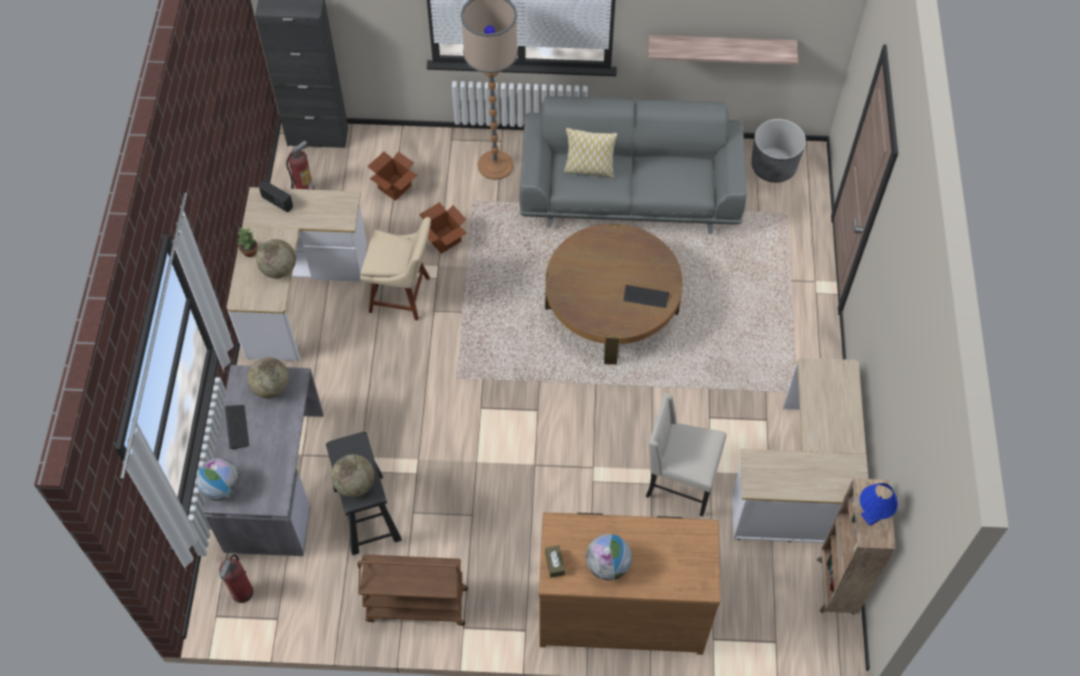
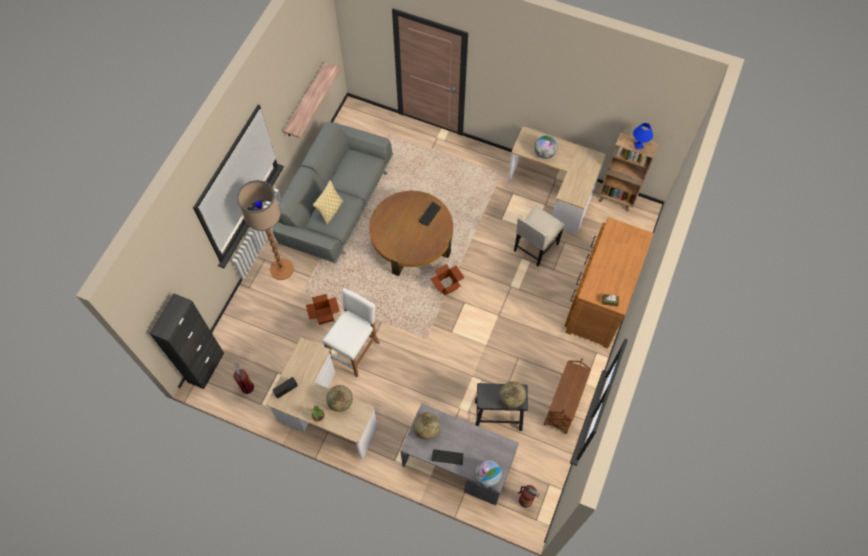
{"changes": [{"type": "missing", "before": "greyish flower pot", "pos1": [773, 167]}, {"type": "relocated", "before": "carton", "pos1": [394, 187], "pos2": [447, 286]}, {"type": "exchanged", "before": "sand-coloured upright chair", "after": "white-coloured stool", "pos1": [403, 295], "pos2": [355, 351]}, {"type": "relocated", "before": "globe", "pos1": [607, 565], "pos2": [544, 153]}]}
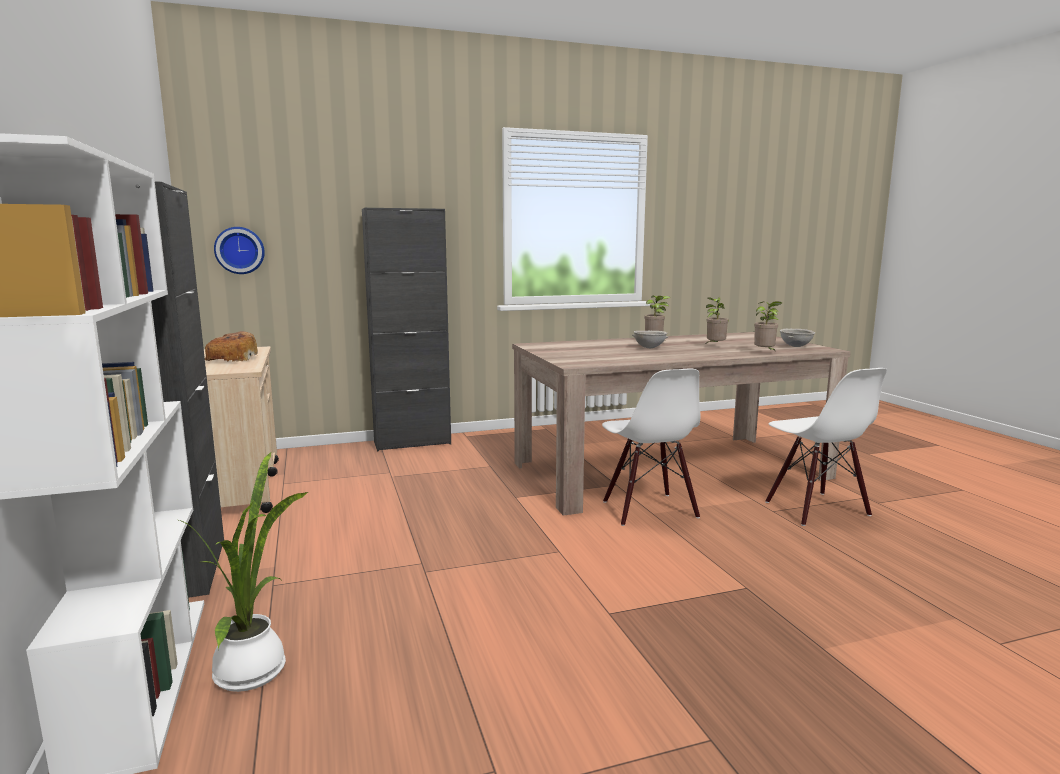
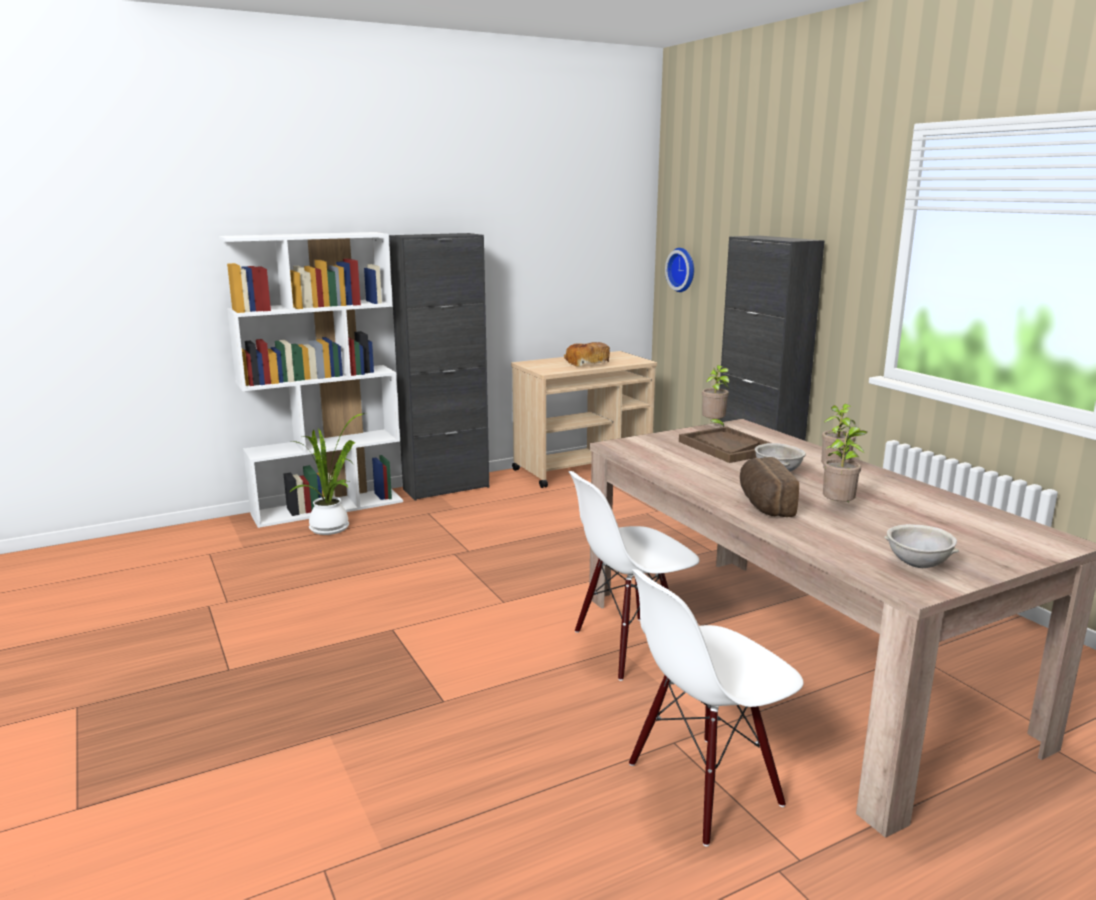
{"changes": [{"type": "relocated", "before": "plant in a pot", "pos1": [765, 353], "pos2": [714, 425]}, {"type": "appeared", "after": "brownish carrying tray", "pos2": [727, 447]}, {"type": "appeared", "after": "bakery bread", "pos2": [763, 504]}]}
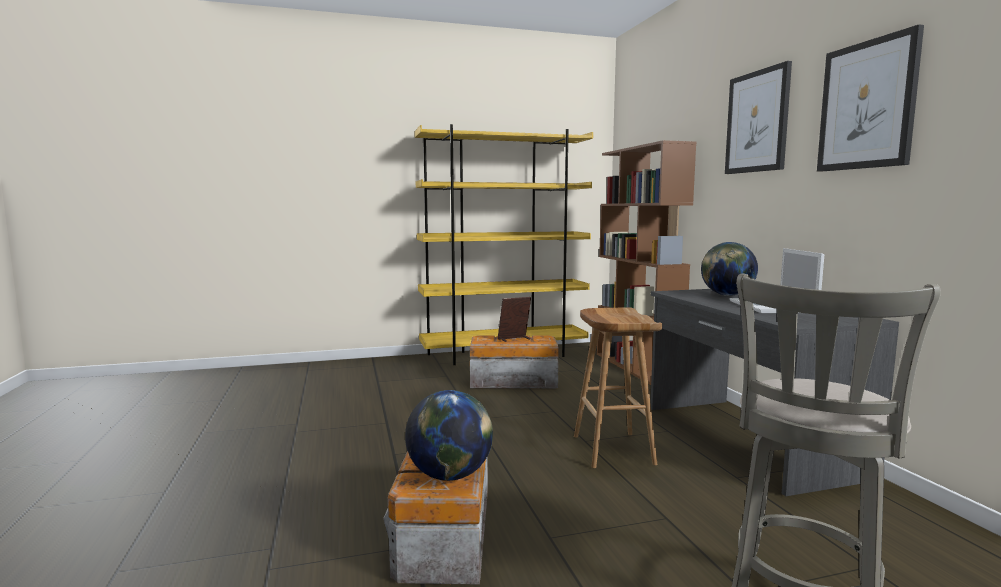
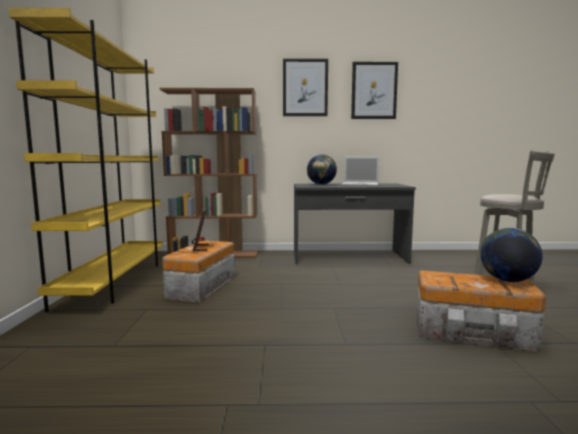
{"changes": [{"type": "missing", "before": "brownish stool", "pos1": [611, 449]}]}
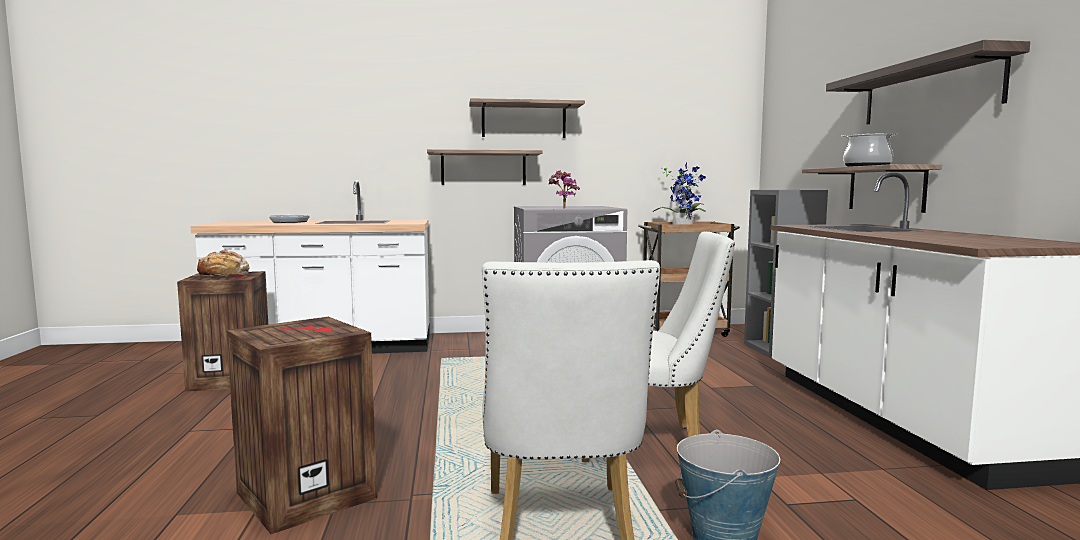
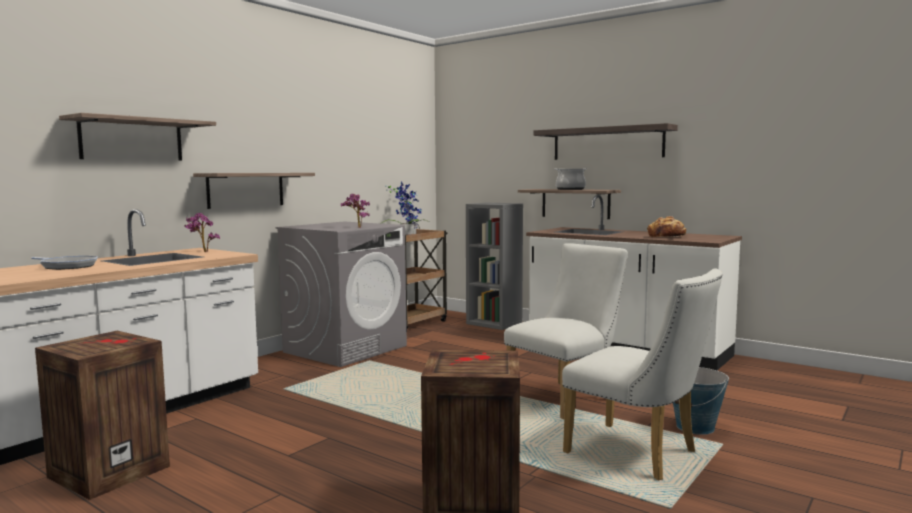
{"changes": [{"type": "relocated", "before": "wall shelf", "pos1": [523, 120], "pos2": [132, 140]}, {"type": "relocated", "before": "bakery bread", "pos1": [223, 276], "pos2": [667, 237]}, {"type": "appeared", "after": "plant in a pot", "pos2": [202, 252]}]}
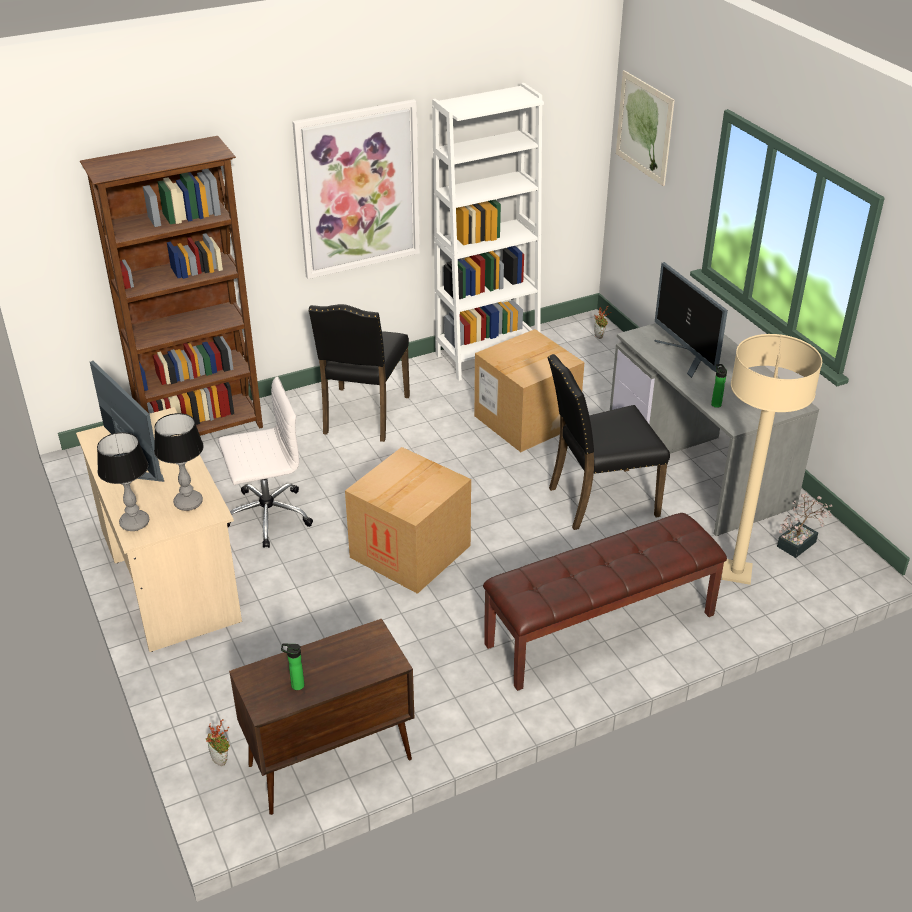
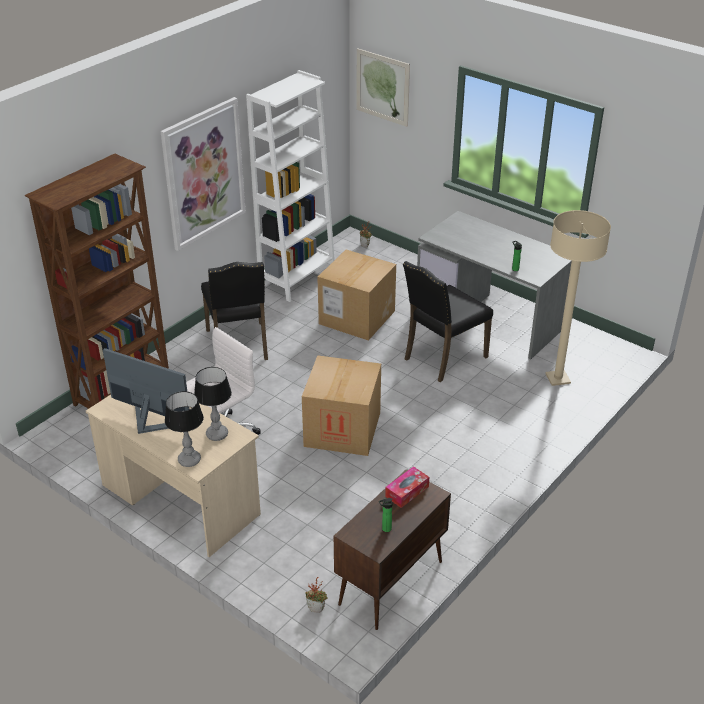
{"changes": [{"type": "missing", "before": "computer display", "pos1": [686, 357]}, {"type": "missing", "before": "plant in a pot", "pos1": [799, 542]}, {"type": "missing", "before": "brownish indoor bench", "pos1": [601, 630]}, {"type": "appeared", "after": "tissue holder", "pos2": [407, 491]}]}
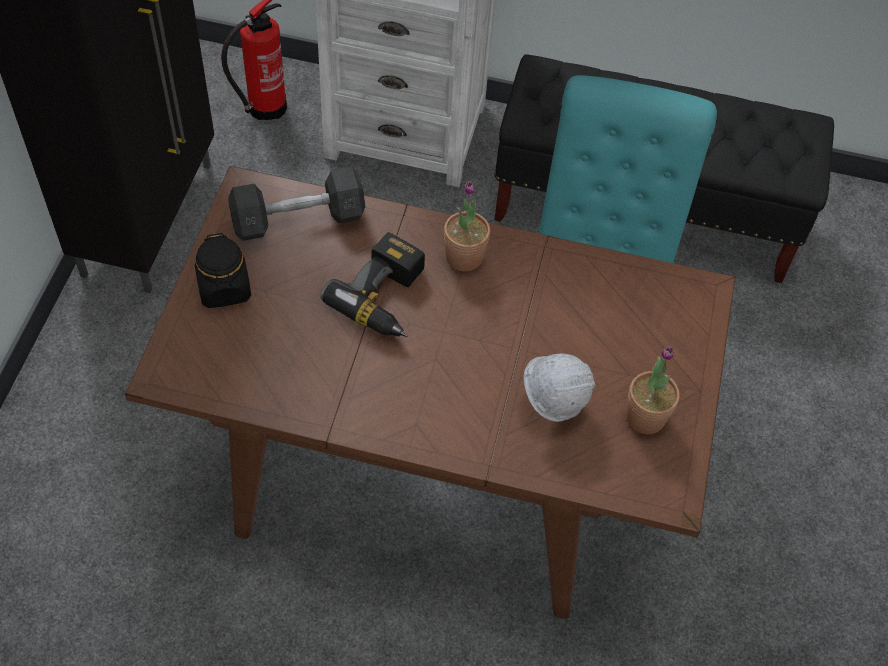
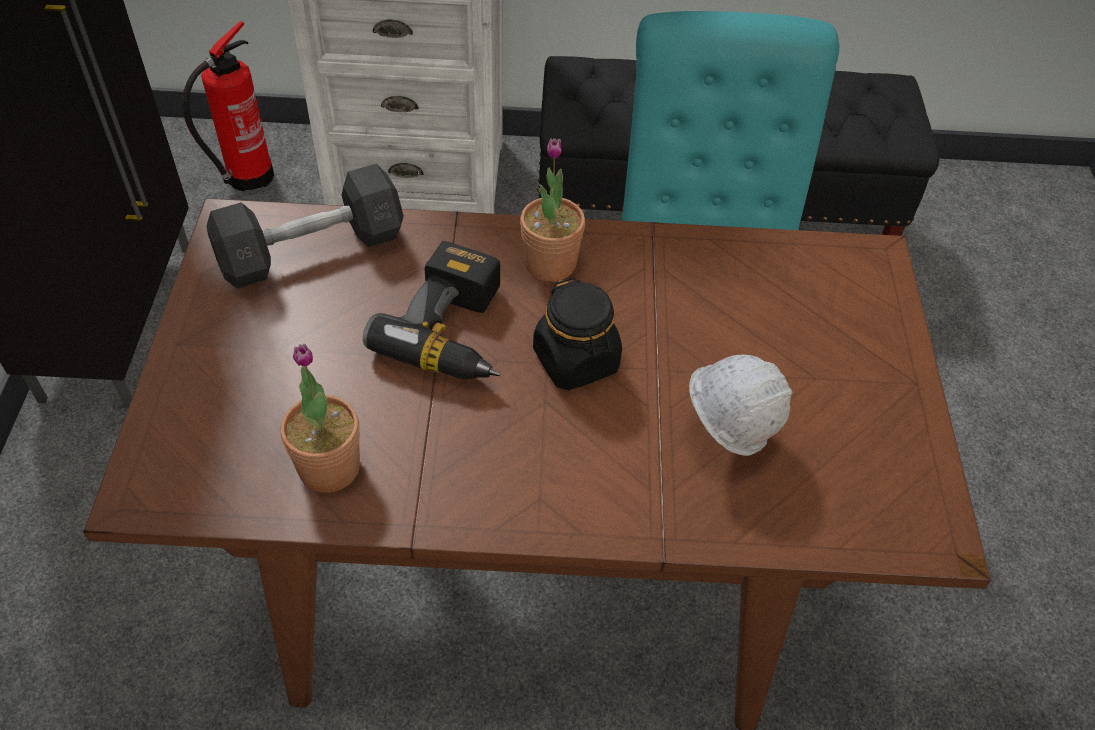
{"changes": [{"type": "relocated", "before": "blackish jar", "pos1": [224, 288], "pos2": [576, 361]}, {"type": "relocated", "before": "plant in a pot", "pos1": [645, 417], "pos2": [329, 467]}]}
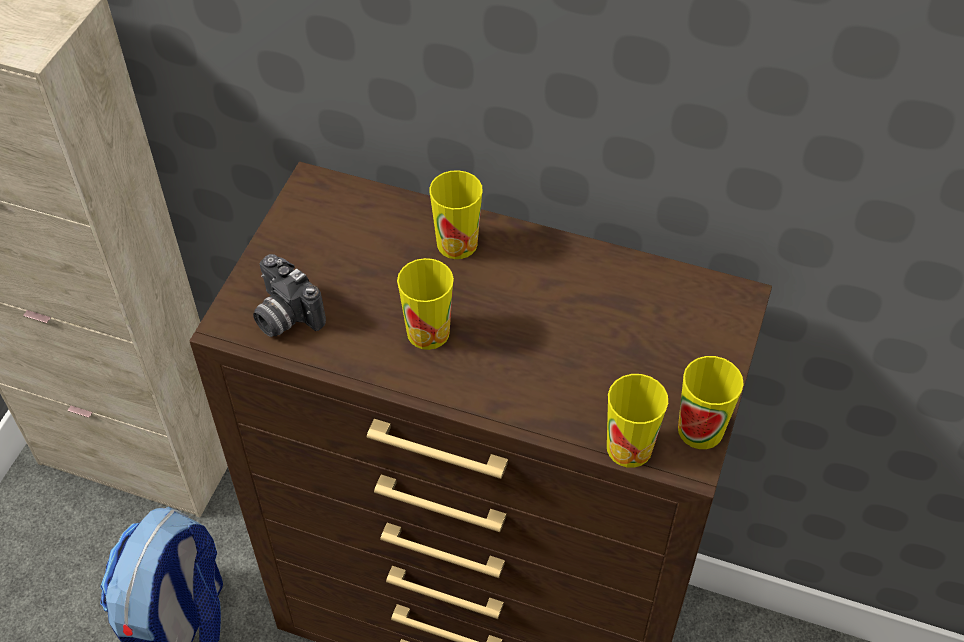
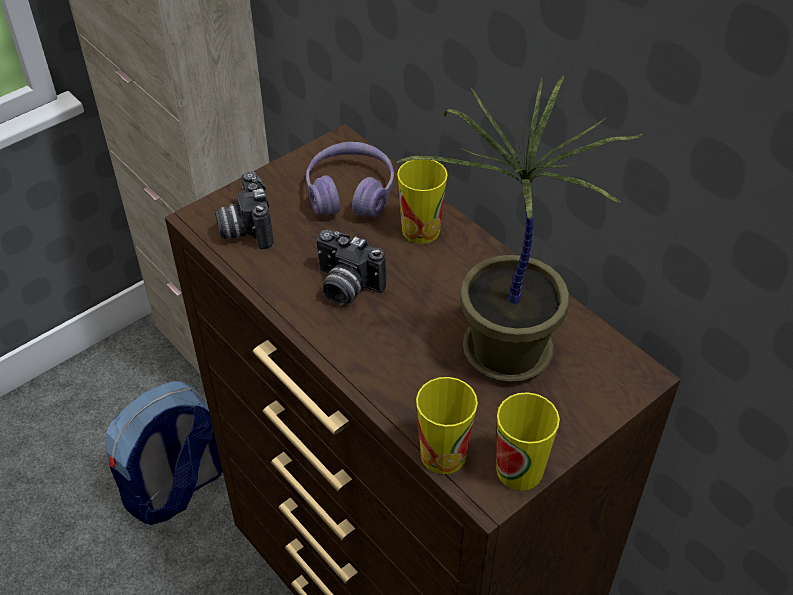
{"changes": [{"type": "exchanged", "before": "cup", "after": "still camera", "pos1": [428, 332], "pos2": [345, 287]}, {"type": "appeared", "after": "plant in a pot", "pos2": [503, 351]}, {"type": "appeared", "after": "purple headset", "pos2": [350, 193]}]}
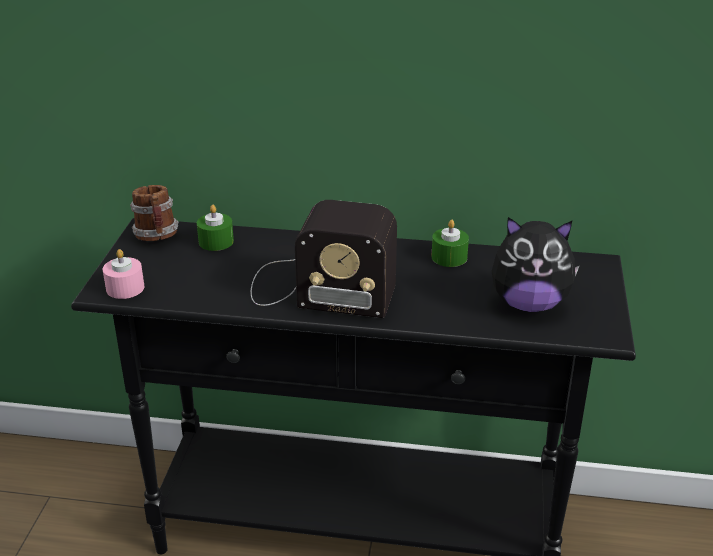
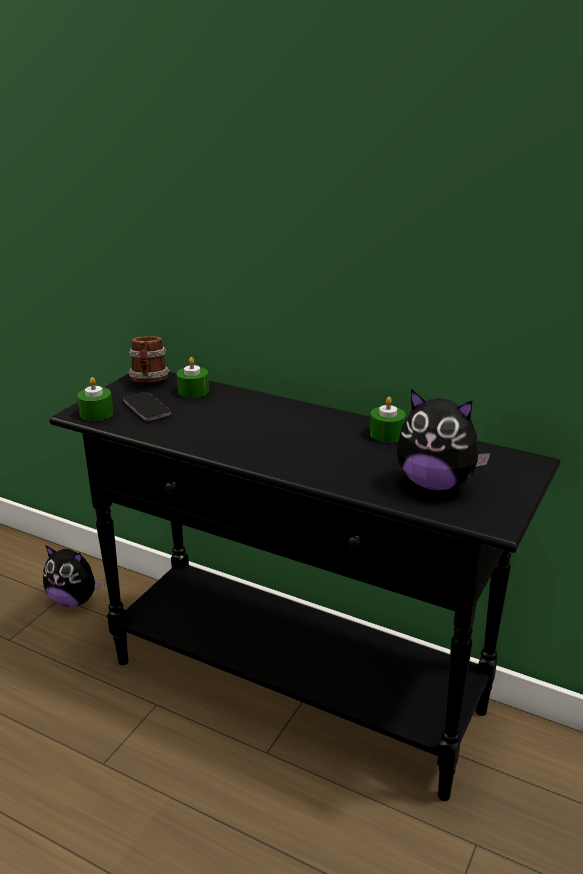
{"changes": [{"type": "missing", "before": "radio set", "pos1": [316, 288]}, {"type": "colour", "before": "pink-coloured wax candle", "after": "green wax candle", "pos1": [125, 288], "pos2": [96, 413]}, {"type": "appeared", "after": "telephone", "pos2": [147, 409]}, {"type": "appeared", "after": "cuddly toy", "pos2": [74, 600]}]}
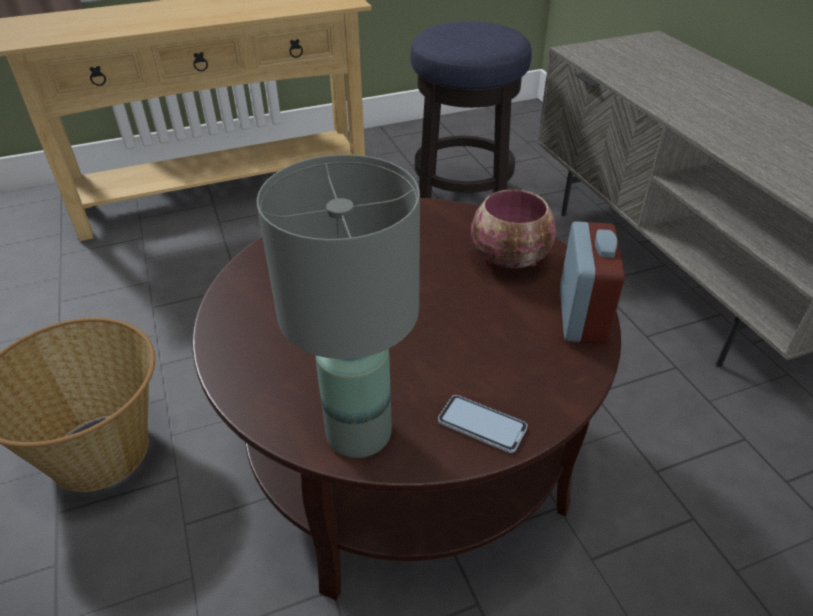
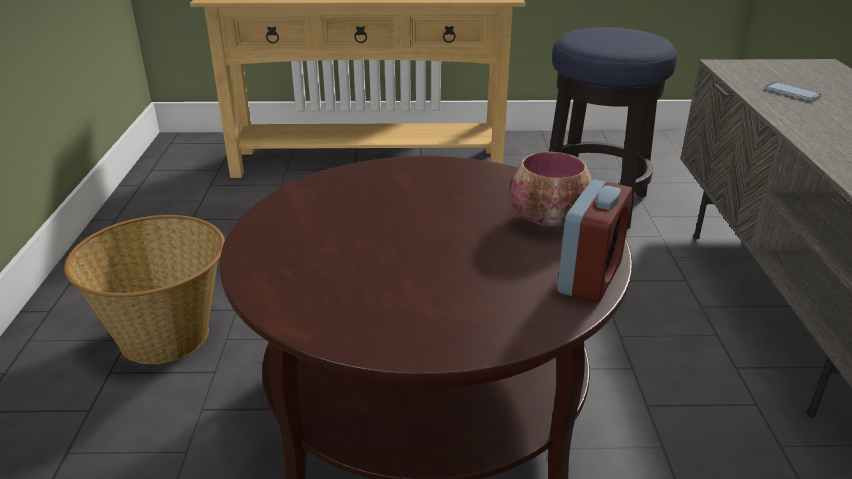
{"changes": [{"type": "missing", "before": "greyish lamp for a table", "pos1": [360, 433]}, {"type": "relocated", "before": "telephone", "pos1": [482, 425], "pos2": [792, 92]}]}
